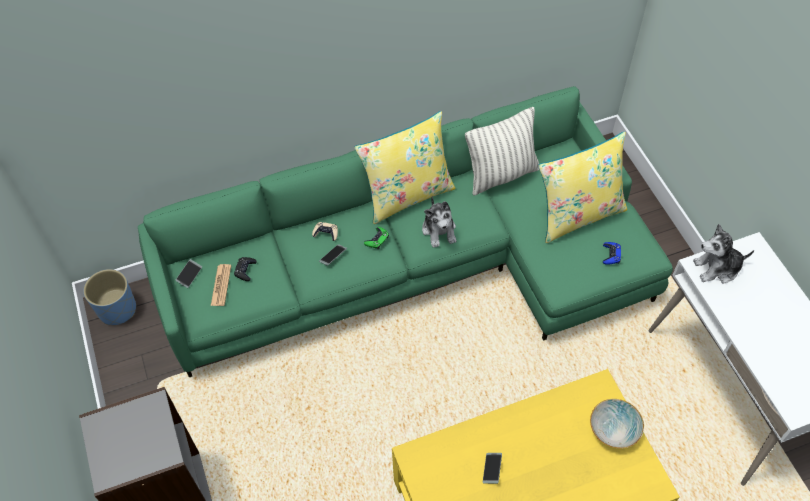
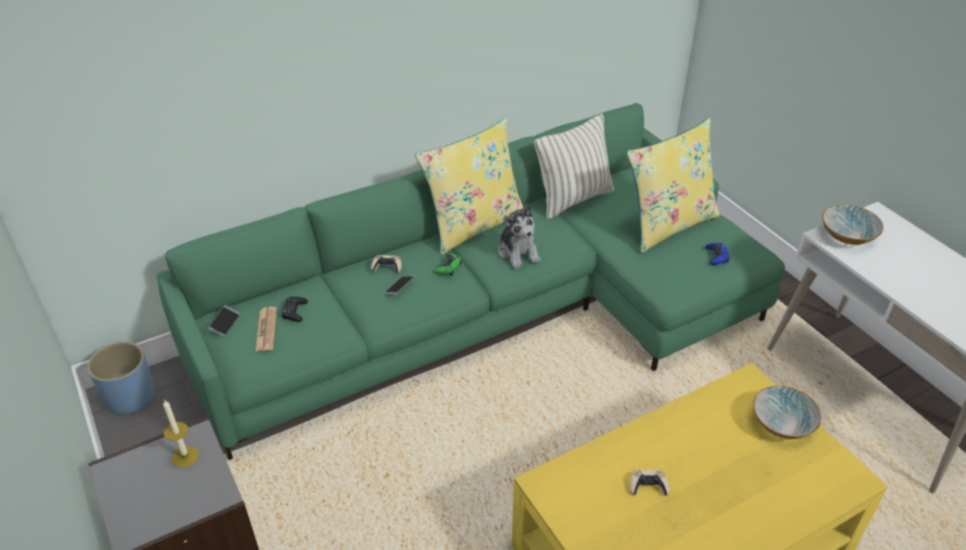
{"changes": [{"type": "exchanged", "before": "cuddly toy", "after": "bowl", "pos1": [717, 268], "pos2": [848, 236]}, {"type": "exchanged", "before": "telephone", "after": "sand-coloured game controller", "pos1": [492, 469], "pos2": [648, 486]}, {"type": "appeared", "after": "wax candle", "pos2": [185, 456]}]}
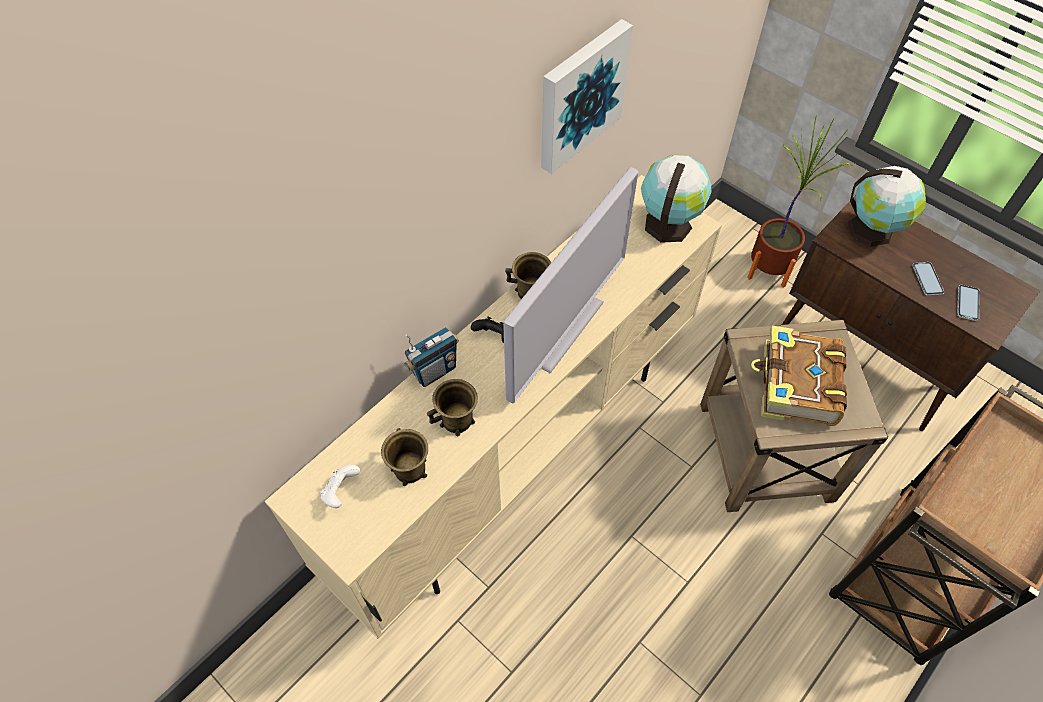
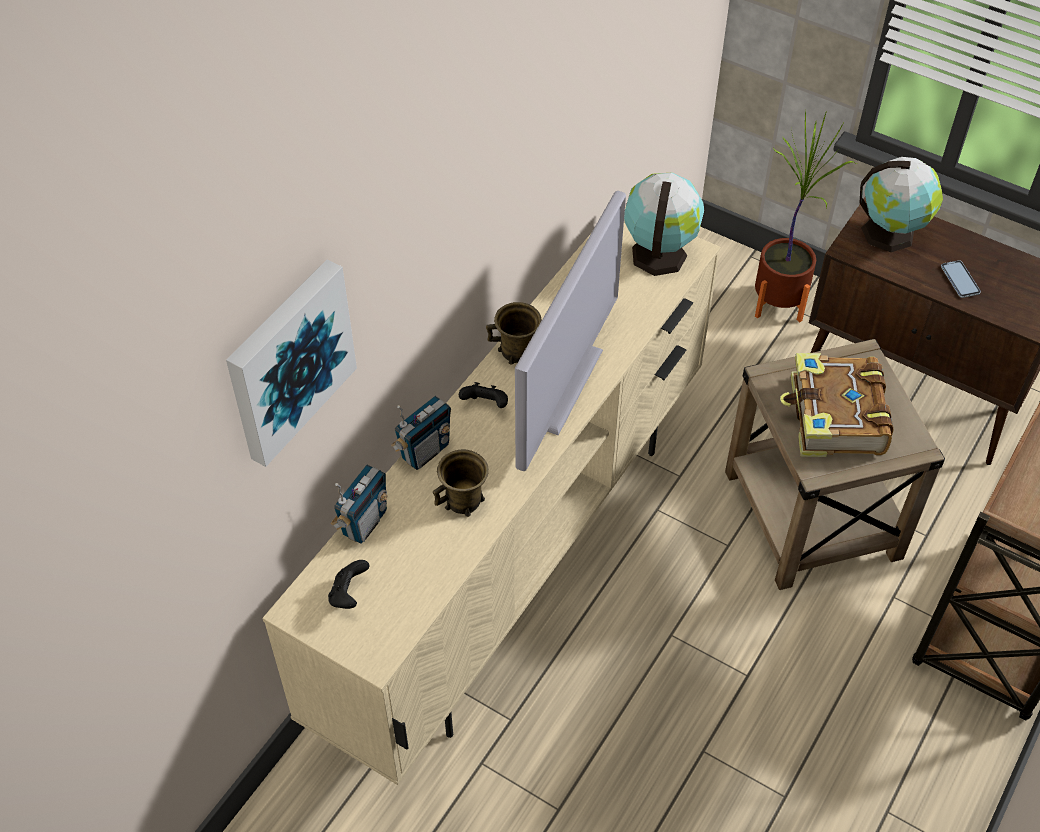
{"changes": [{"type": "relocated", "before": "wall art", "pos1": [580, 95], "pos2": [288, 360]}, {"type": "missing", "before": "telephone", "pos1": [967, 303]}, {"type": "missing", "before": "brownish tea mug", "pos1": [409, 470]}, {"type": "colour", "before": "white-coloured game controller", "after": "blackish game controller", "pos1": [341, 492], "pos2": [349, 594]}, {"type": "appeared", "after": "radio set", "pos2": [364, 523]}]}
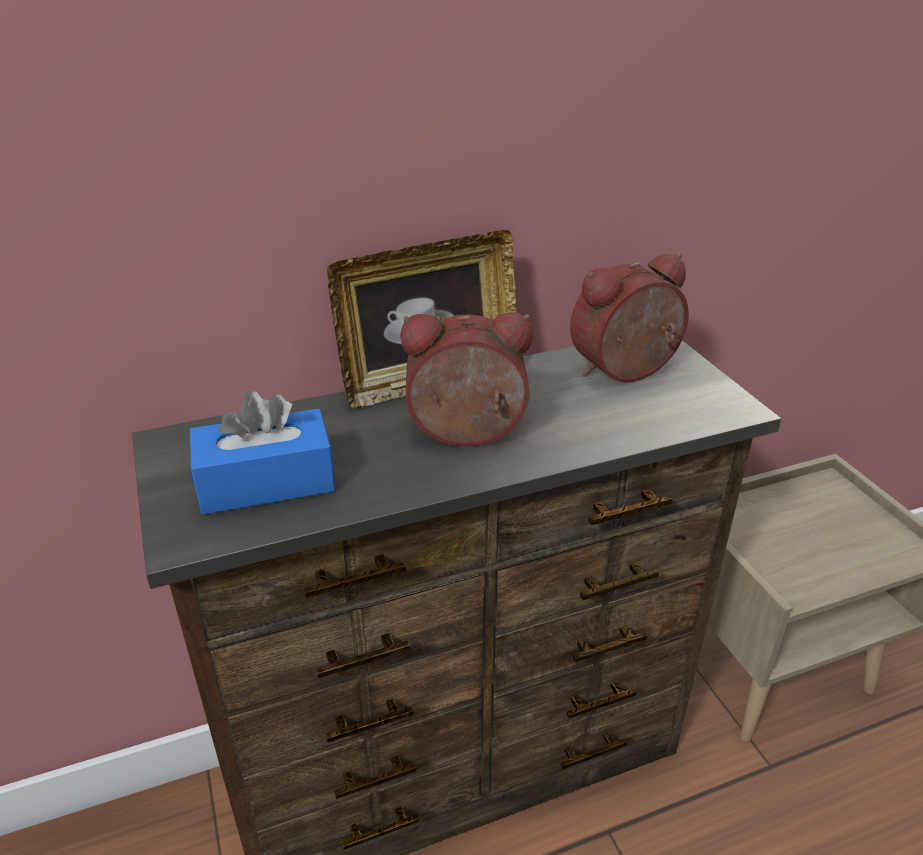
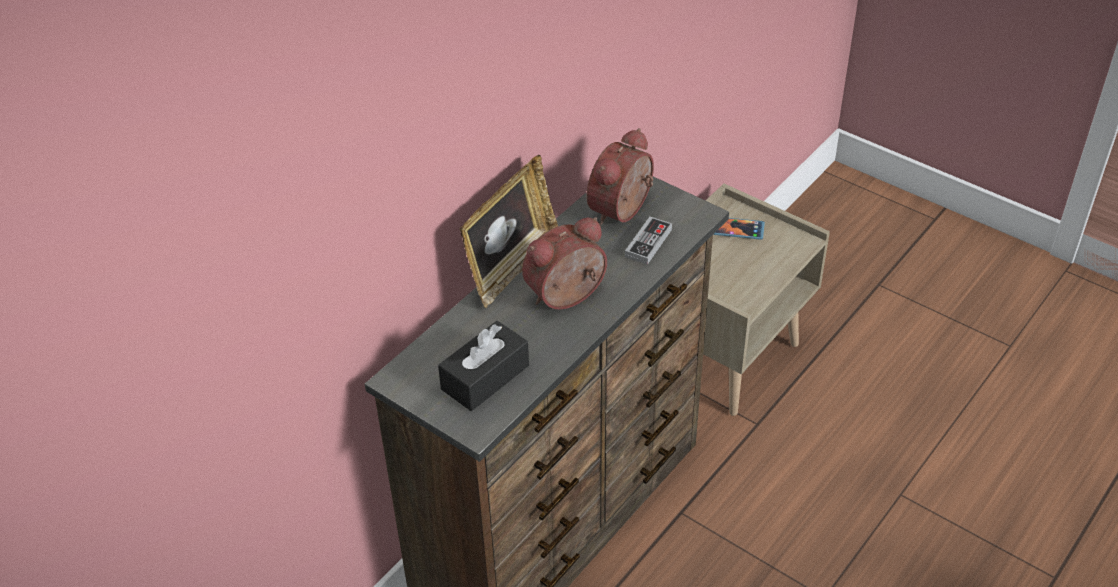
{"changes": [{"type": "colour", "before": "blue tissue holder", "after": "blackish tissue holder", "pos1": [266, 482], "pos2": [485, 377]}, {"type": "appeared", "after": "game controller", "pos2": [648, 243]}, {"type": "appeared", "after": "telephone", "pos2": [738, 229]}]}
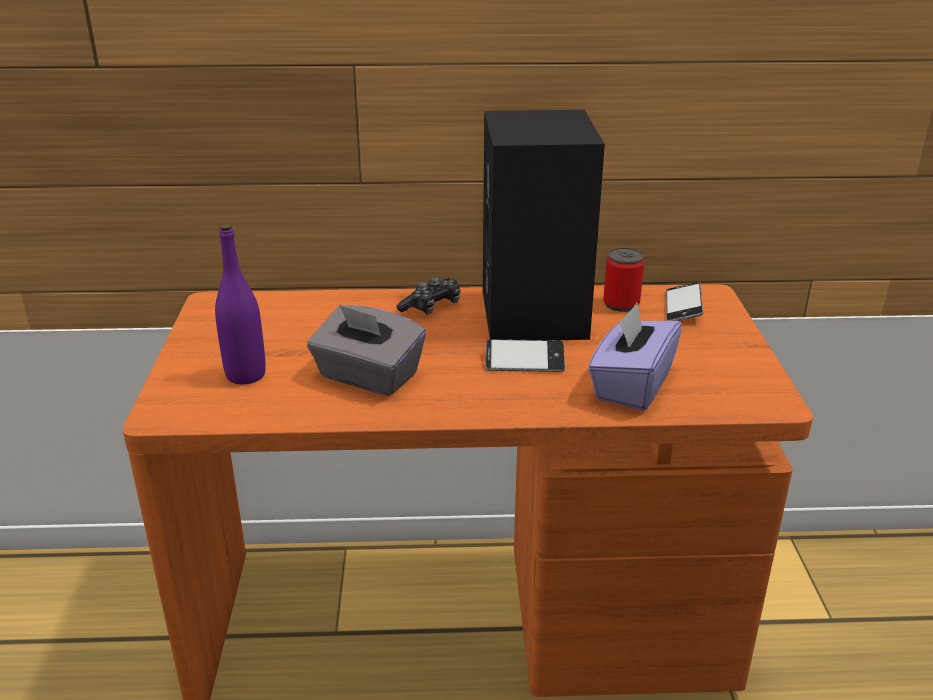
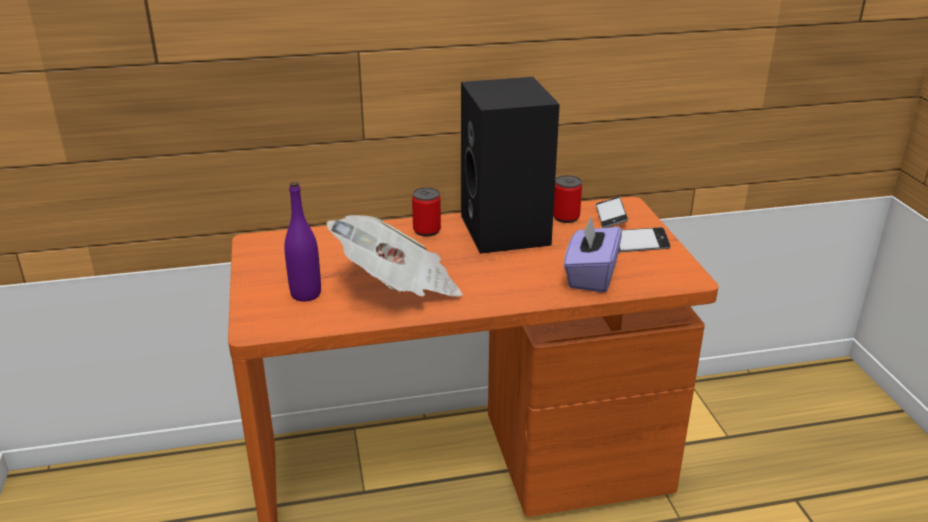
{"changes": [{"type": "exchanged", "before": "game controller", "after": "can", "pos1": [432, 306], "pos2": [427, 230]}, {"type": "exchanged", "before": "greyish tissue holder", "after": "daily paper", "pos1": [368, 377], "pos2": [399, 287]}, {"type": "relocated", "before": "telephone", "pos1": [524, 362], "pos2": [639, 244]}]}
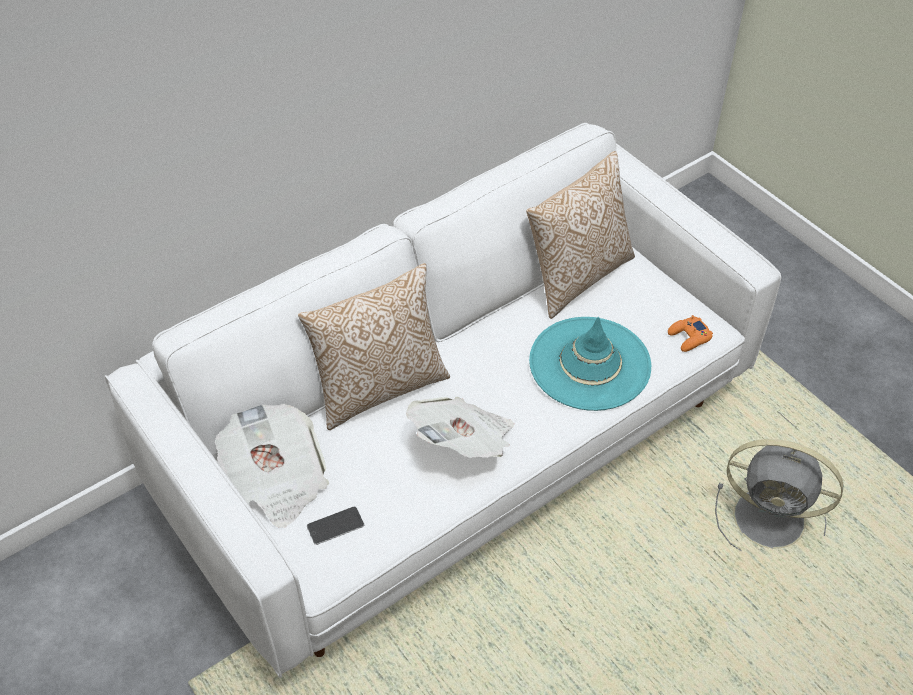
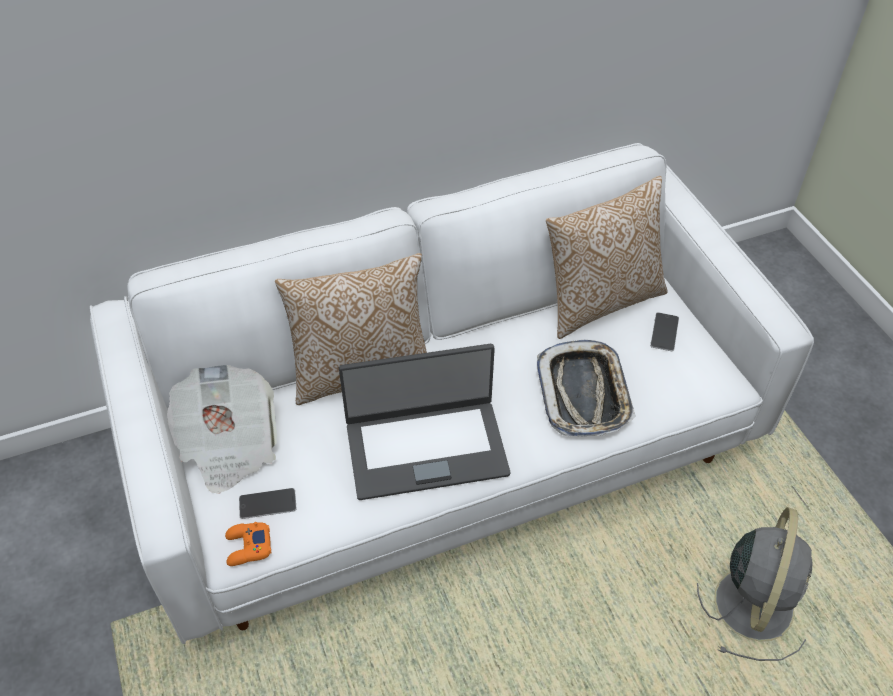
{"changes": [{"type": "relocated", "before": "orange-coloured game controller", "pos1": [689, 337], "pos2": [248, 547]}, {"type": "exchanged", "before": "blue-green wearable hat", "after": "carrying tray", "pos1": [590, 364], "pos2": [584, 393]}, {"type": "exchanged", "before": "daily paper", "after": "laptop", "pos1": [464, 443], "pos2": [426, 447]}, {"type": "spun", "before": "greyish cooling fan", "pos1": [772, 519], "pos2": [754, 601], "turn": -105}, {"type": "appeared", "after": "telephone", "pos2": [664, 332]}]}
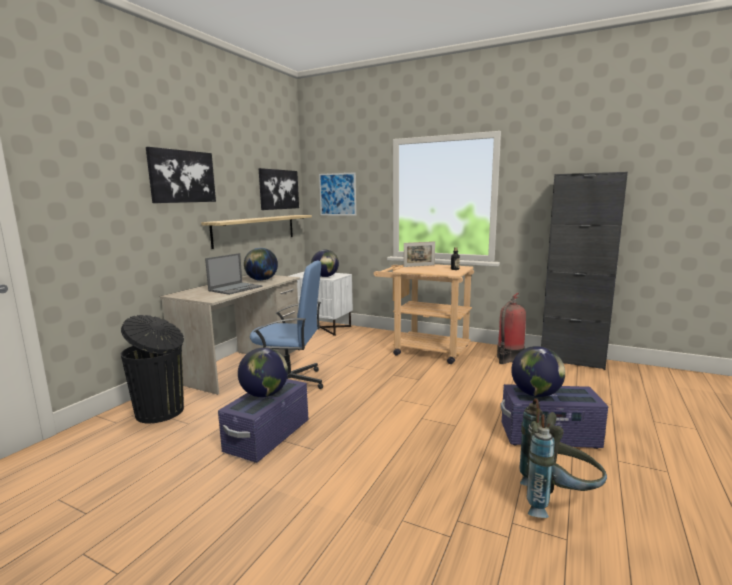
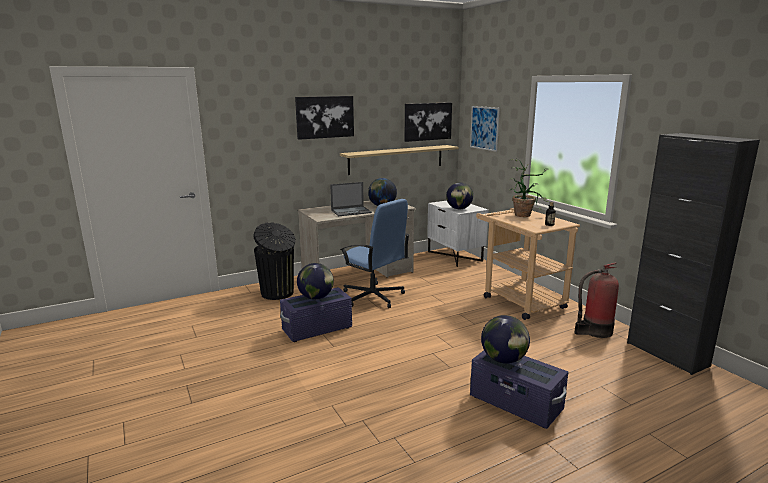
{"changes": [{"type": "exchanged", "before": "photo frame", "after": "plant in a pot", "pos1": [419, 266], "pos2": [525, 214]}, {"type": "missing", "before": "greyish rucksack", "pos1": [557, 501]}]}
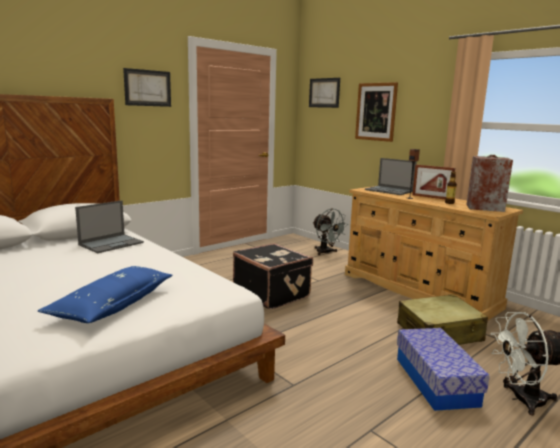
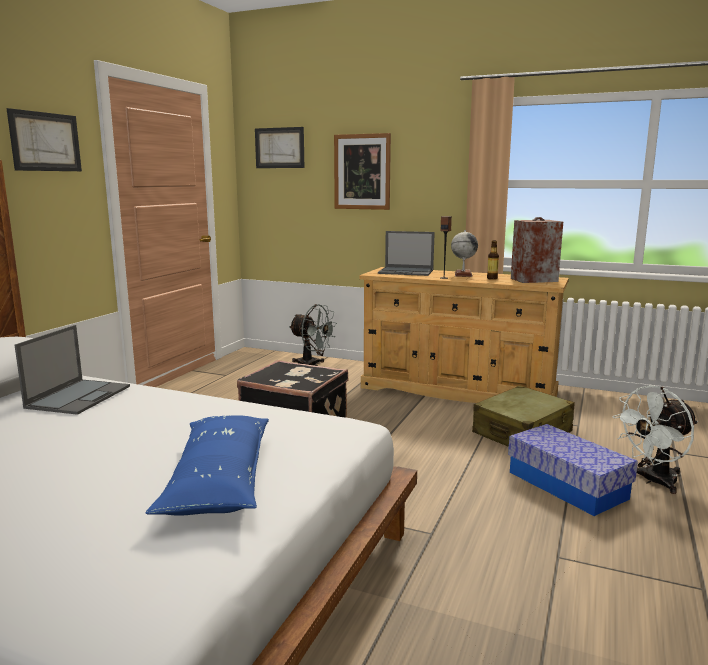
{"changes": [{"type": "exchanged", "before": "photo frame", "after": "globe", "pos1": [431, 197], "pos2": [463, 274]}]}
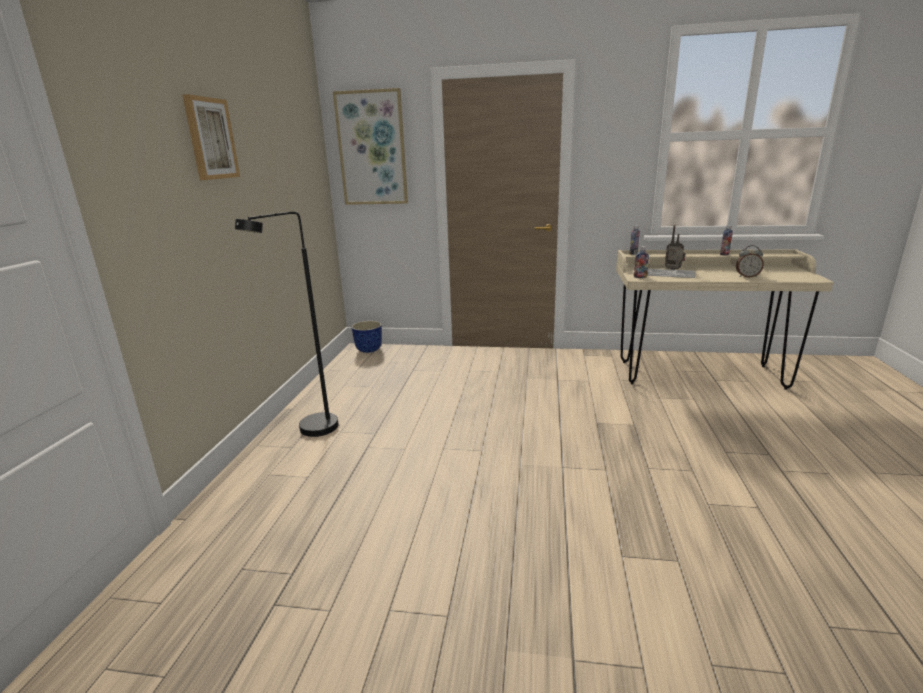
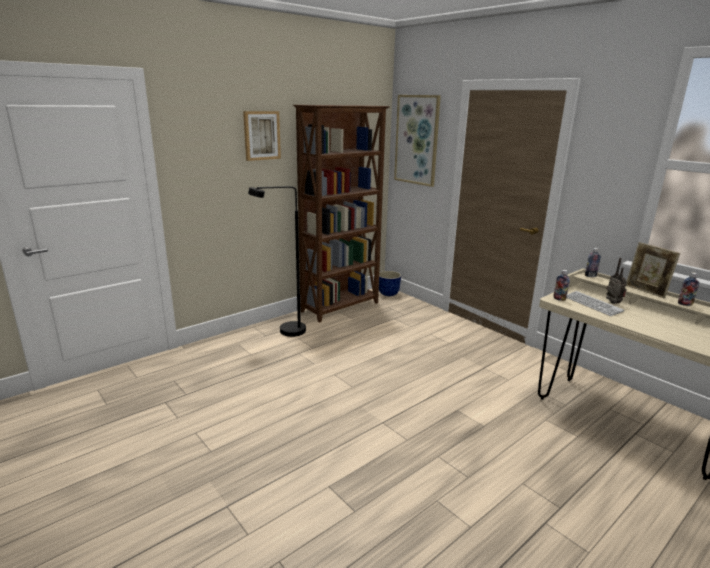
{"changes": [{"type": "missing", "before": "table clock", "pos1": [747, 276]}, {"type": "appeared", "after": "brownish shelving unit", "pos2": [341, 307]}, {"type": "appeared", "after": "photo frame", "pos2": [646, 291]}]}
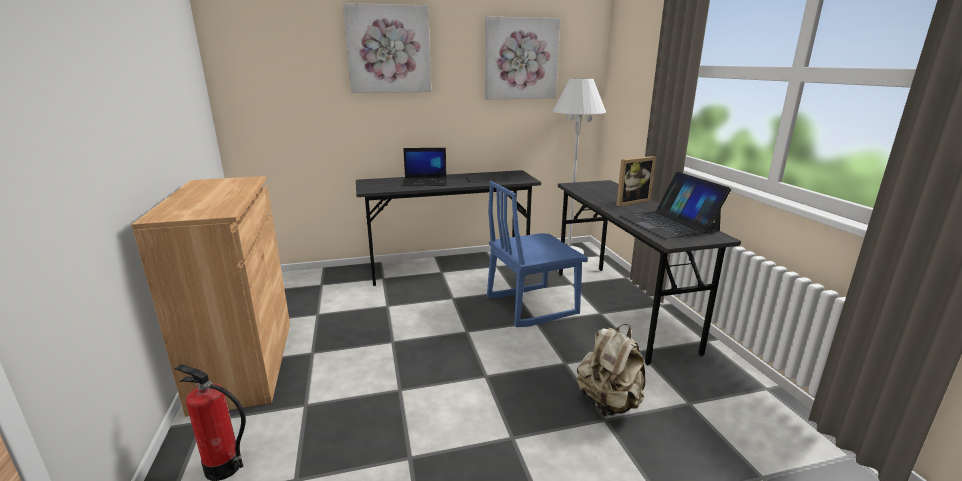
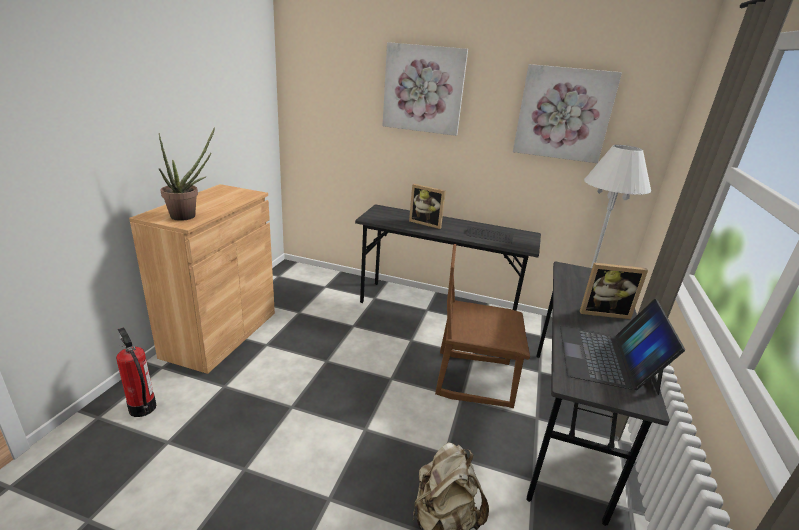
{"changes": [{"type": "exchanged", "before": "laptop", "after": "photo frame", "pos1": [425, 182], "pos2": [426, 223]}, {"type": "colour", "before": "blue upright chair", "after": "brownish upright chair", "pos1": [531, 306], "pos2": [474, 378]}, {"type": "appeared", "after": "plant in a pot", "pos2": [188, 215]}]}
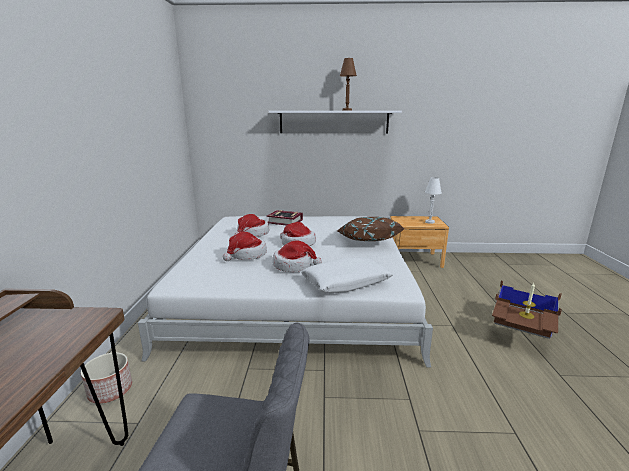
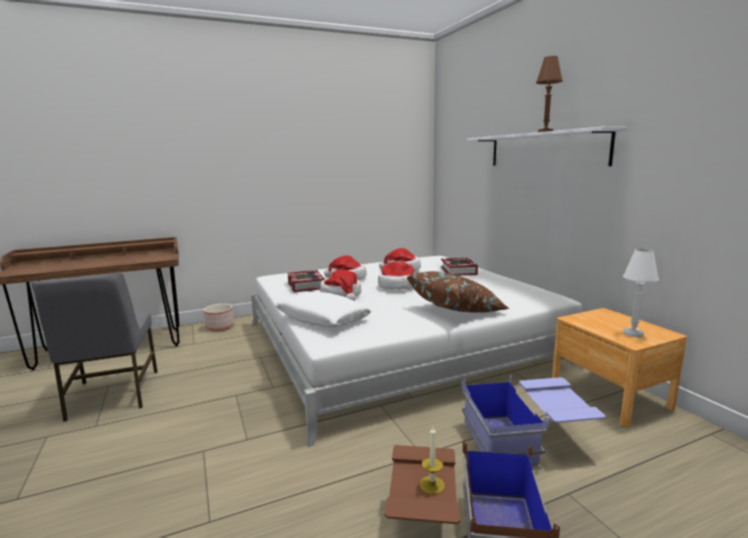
{"changes": [{"type": "appeared", "after": "volume", "pos2": [305, 285]}, {"type": "appeared", "after": "blue storage container", "pos2": [526, 441]}]}
